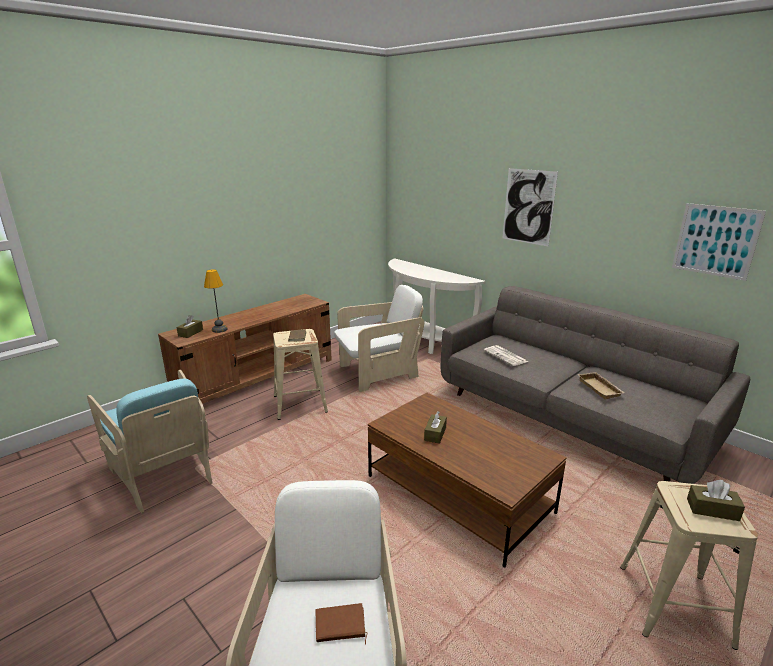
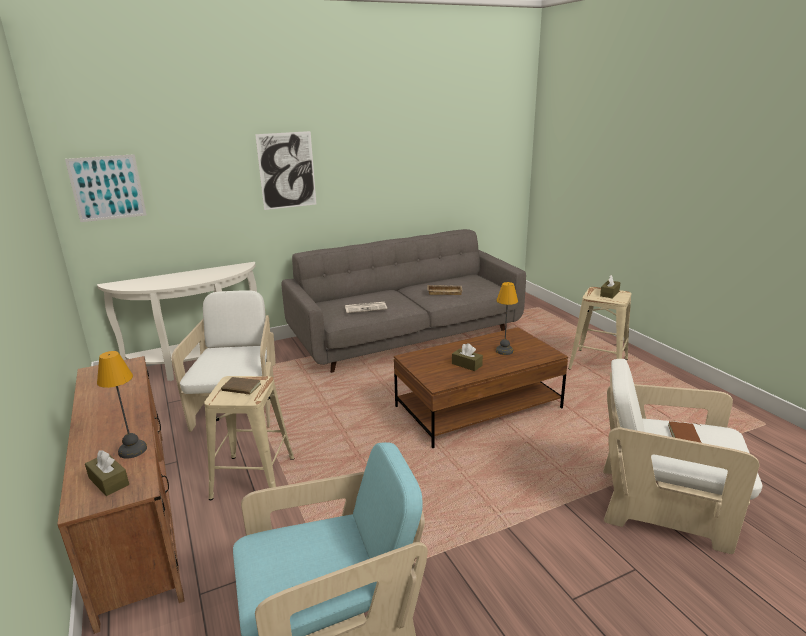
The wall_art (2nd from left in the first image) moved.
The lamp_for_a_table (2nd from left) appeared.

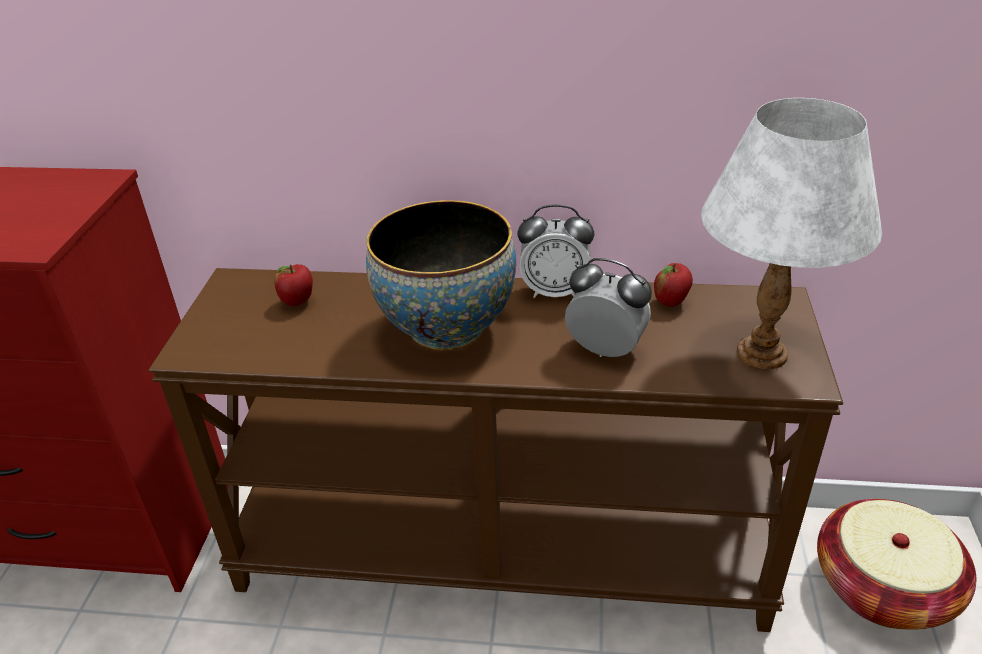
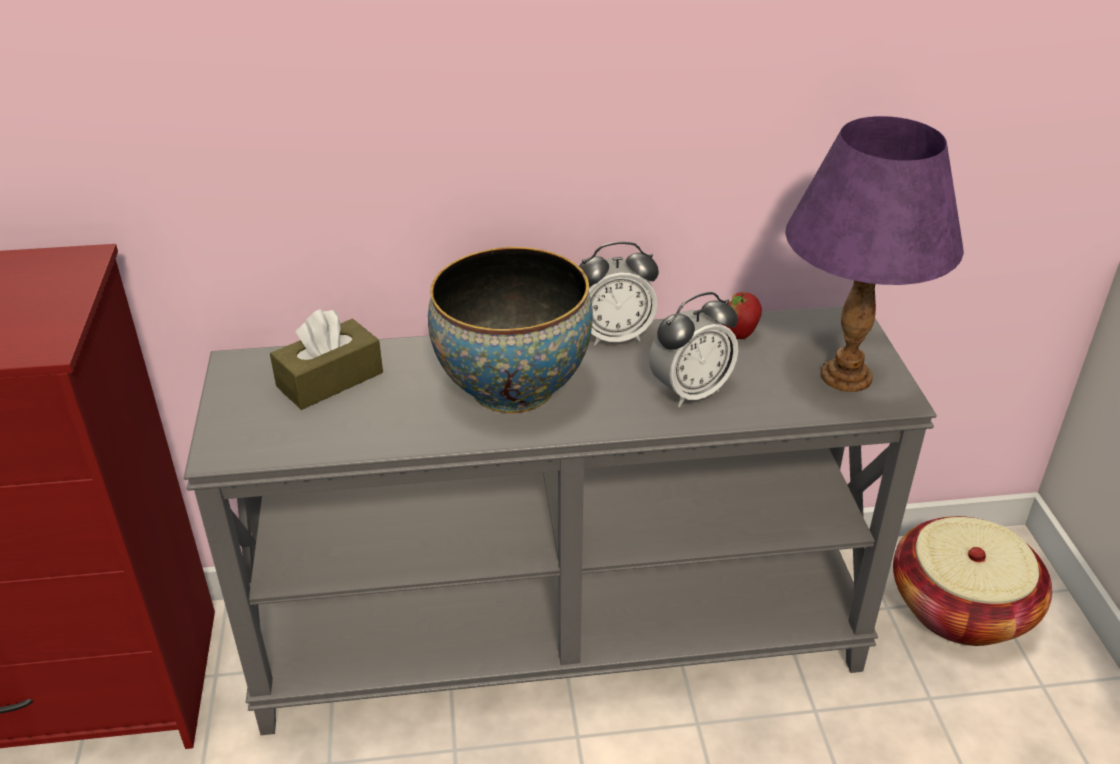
The brownish_console_table became the greyish_console_table.
The whole_apple (1st from left) was replaced by the brownish_box_of_tissues.
The bedside_clock (2nd from left) turned 135 degrees clockwise.
The white-coloured_lamp_for_a_table became the purple-coloured_lamp_for_a_table.

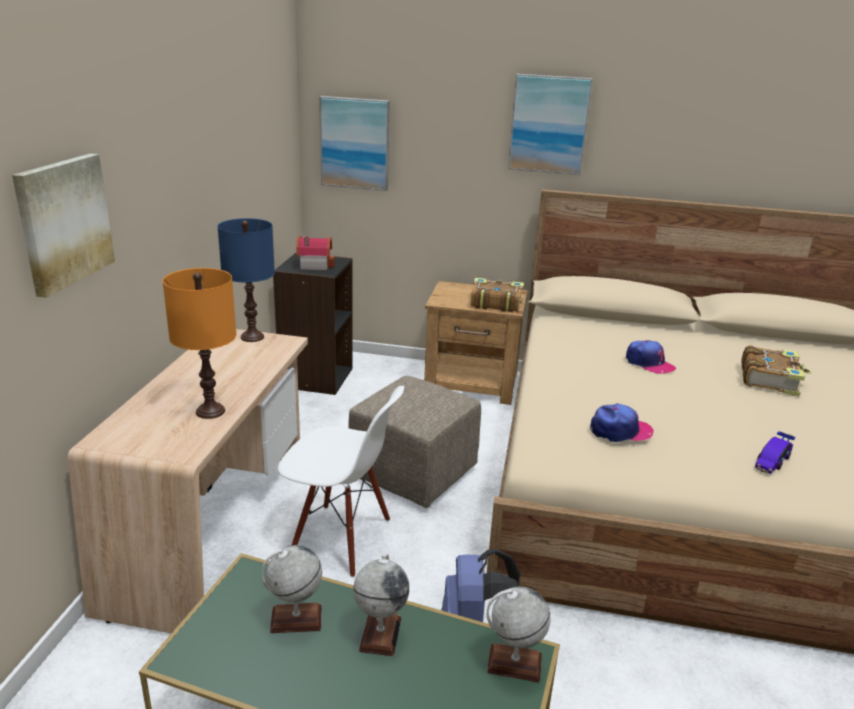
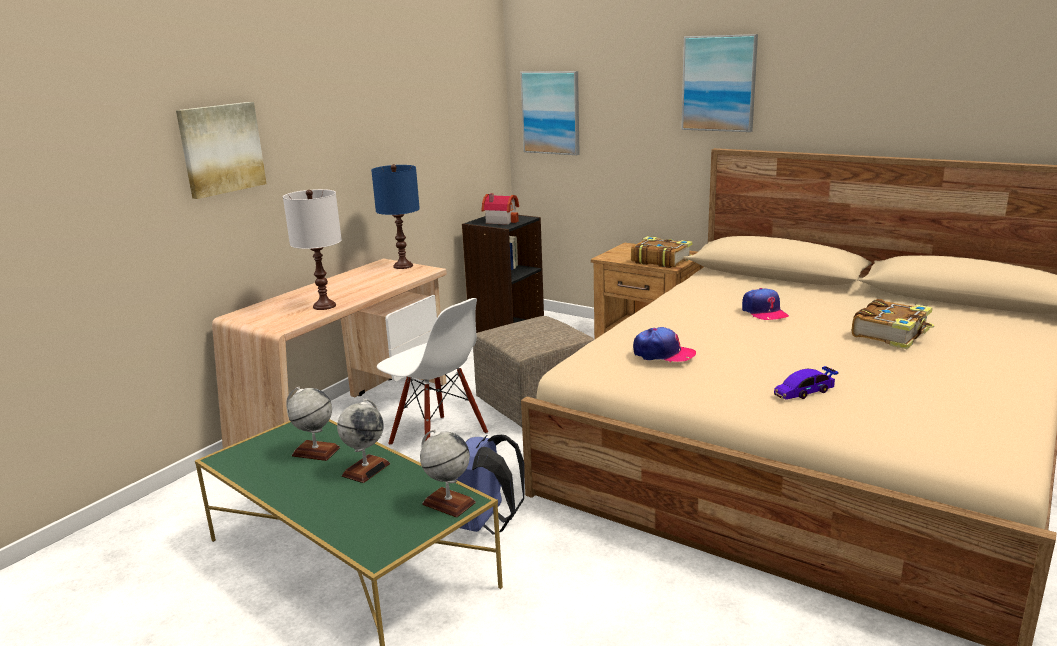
The orange-coloured_lamp_for_a_table became the white-coloured_lamp_for_a_table.

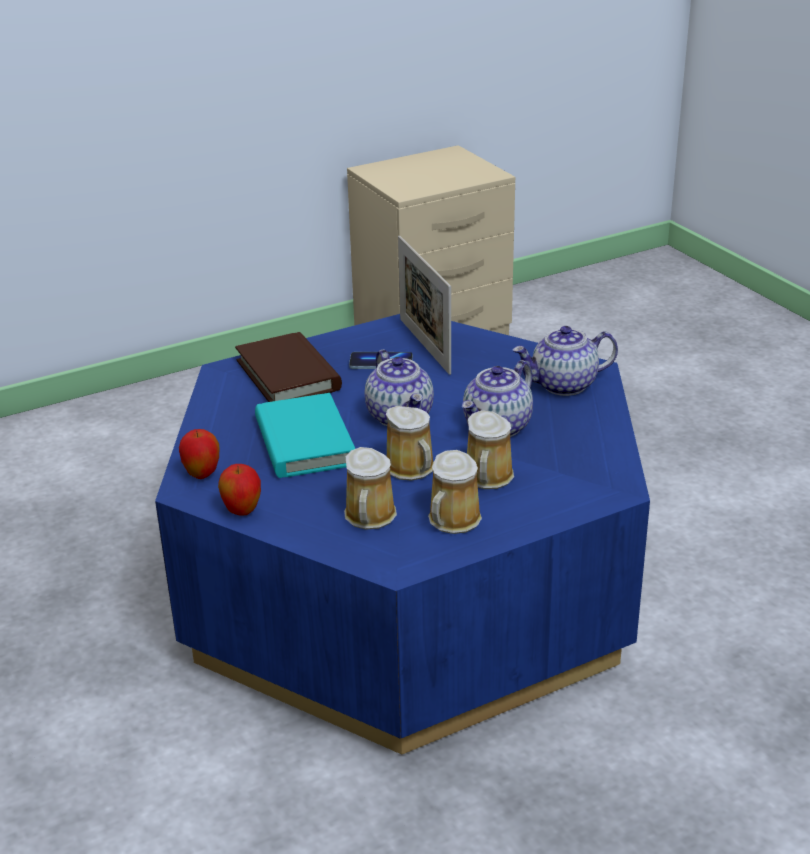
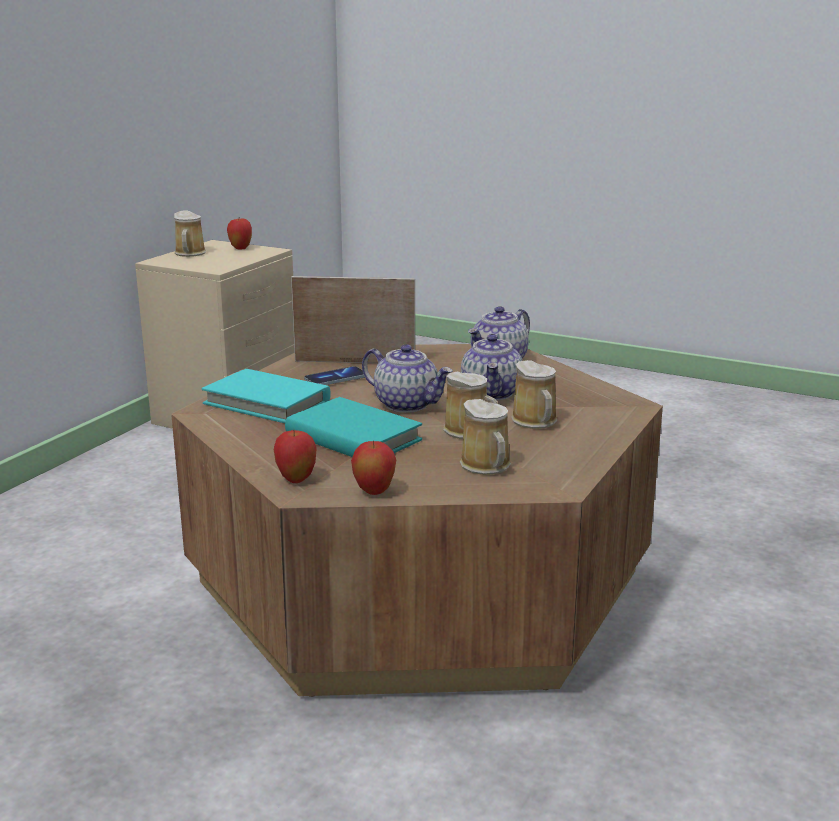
The blue-coloured_lounge_table became the brownish_lounge_table.
The coffee_mug (3rd from left in the first image) moved.
The brownish_bound_book became the turquoise_bound_book (1st from left).
The whole_apple (1st from left) appeared.
The photo_frame turned 150 degrees clockwise.

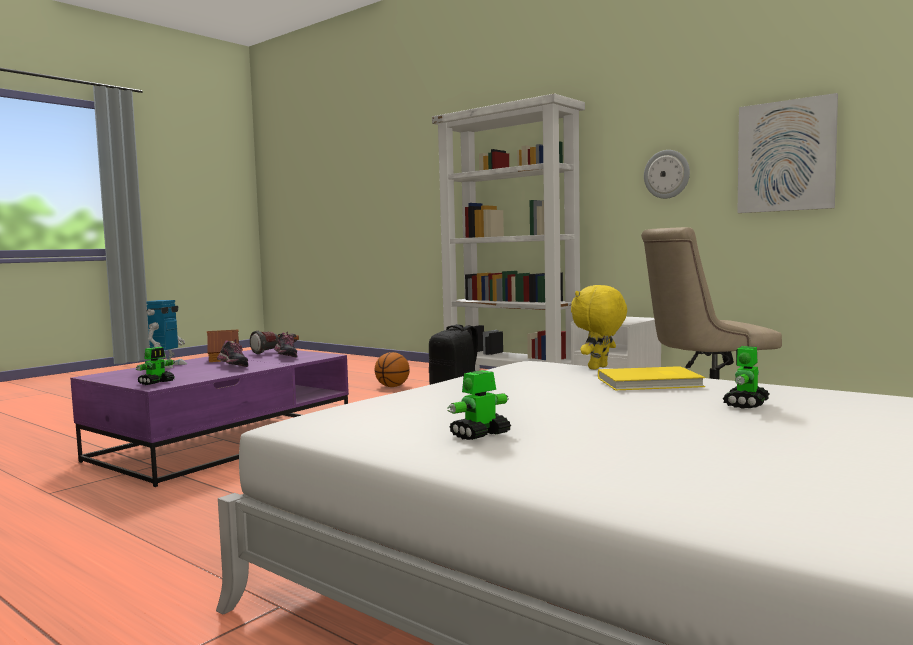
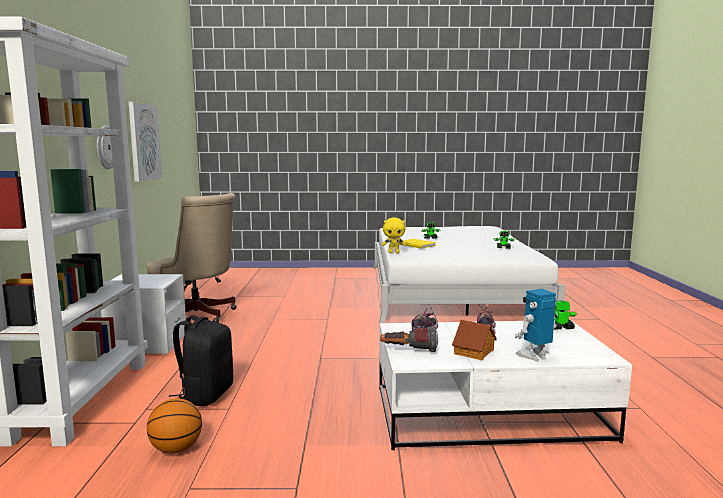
The purple-coloured_lounge_table became the white-coloured_lounge_table.

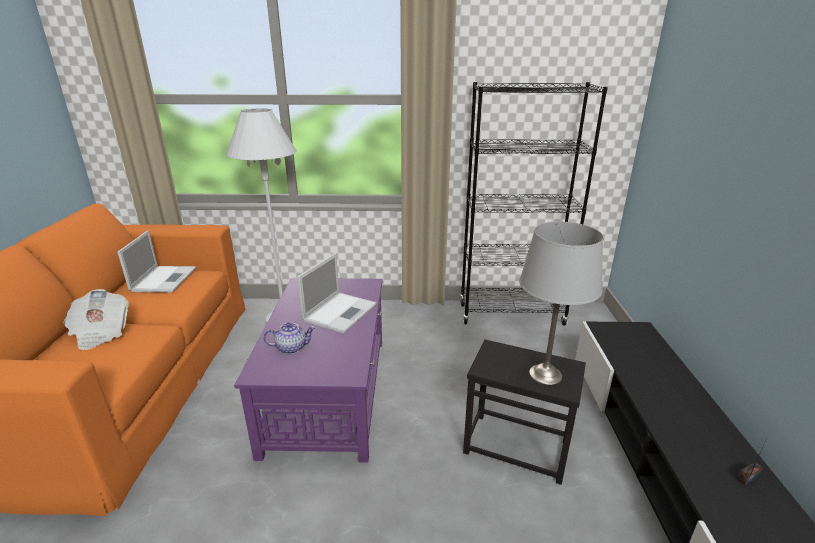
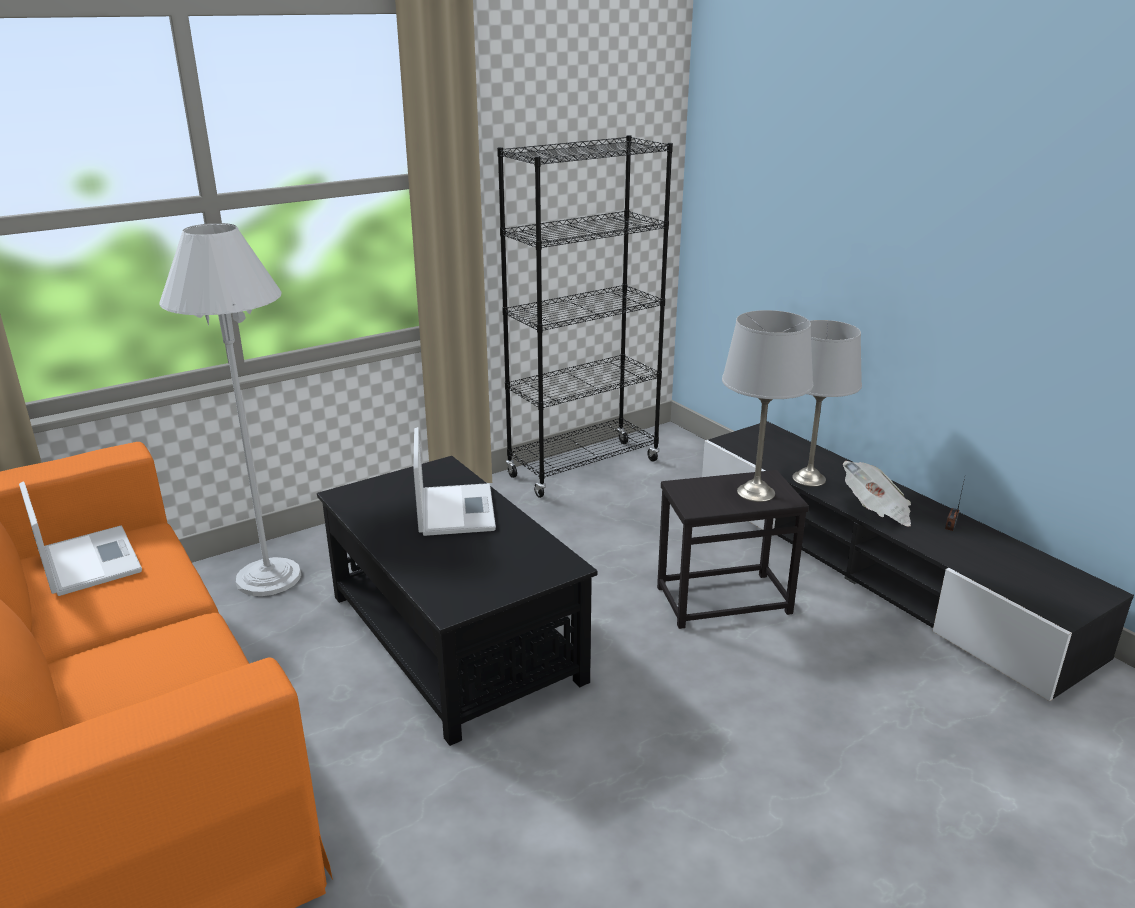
The purple-coloured_lounge_table became the black_lounge_table.
The greyish_lamp_for_a_table (2nd from left) appeared.
The daily_paper moved.
The teapot disappeared.

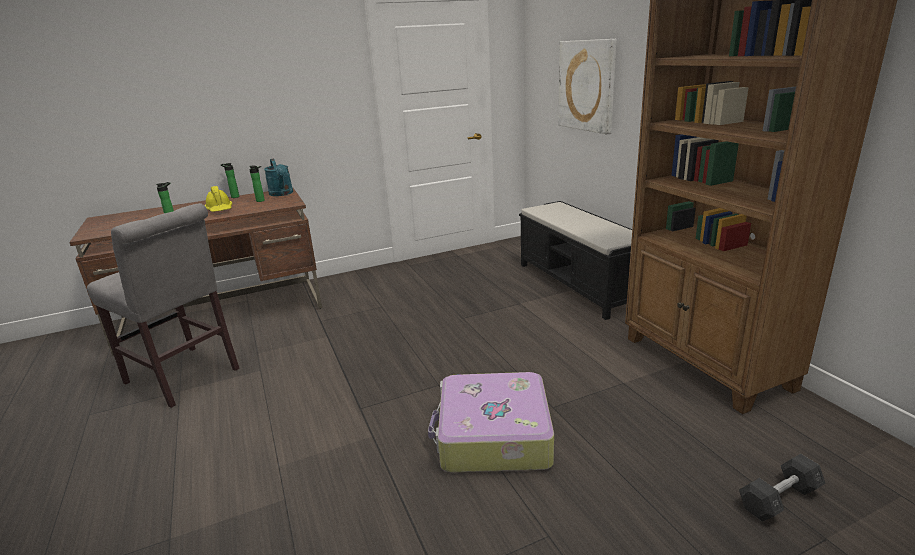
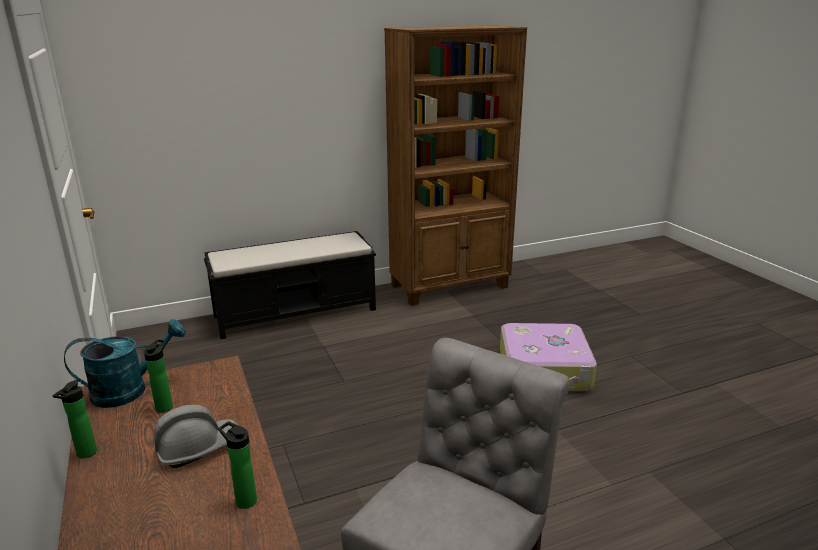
The yellow_hard_hat became the greyish_hard_hat.
The wall_art disappeared.
The greyish_dumbbell disappeared.

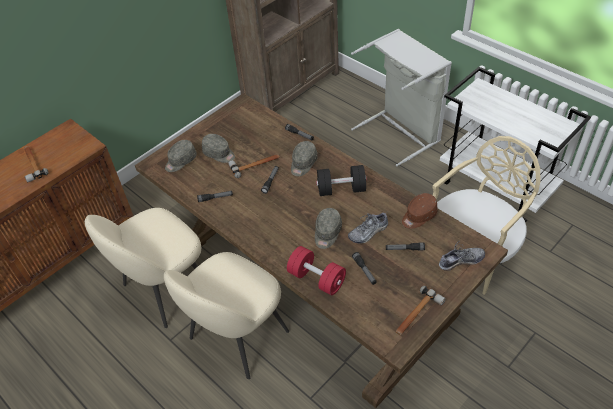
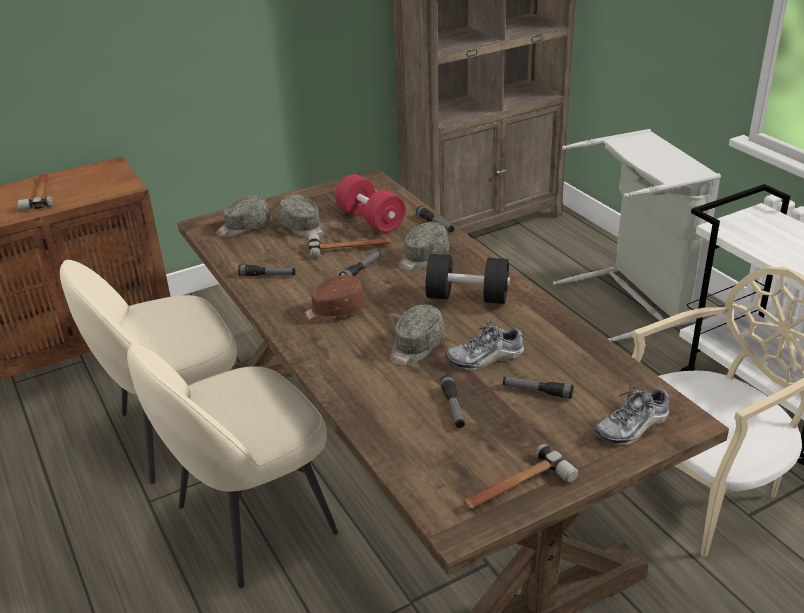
The brownish_peaked_cap moved.
The red-coloured_dumbbell moved.
The item_of_footwear (2nd from left) turned 150 degrees clockwise.

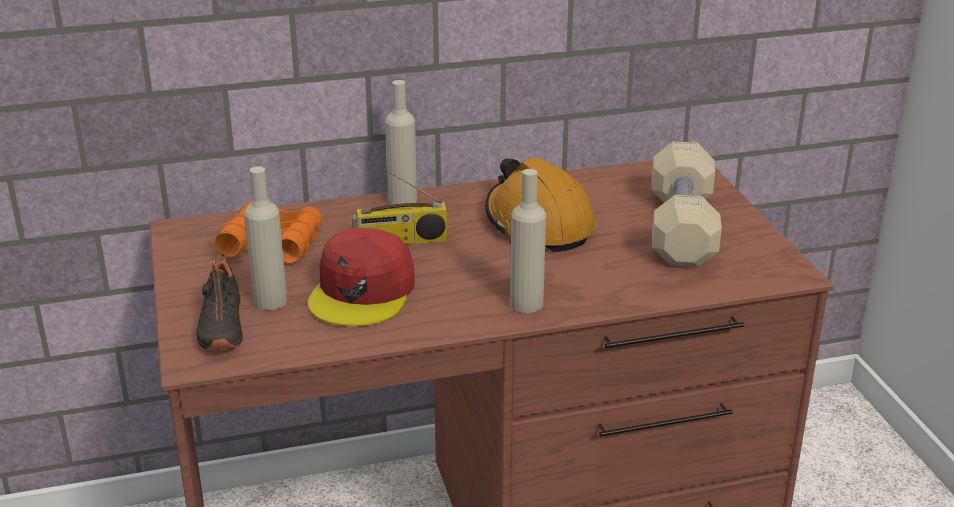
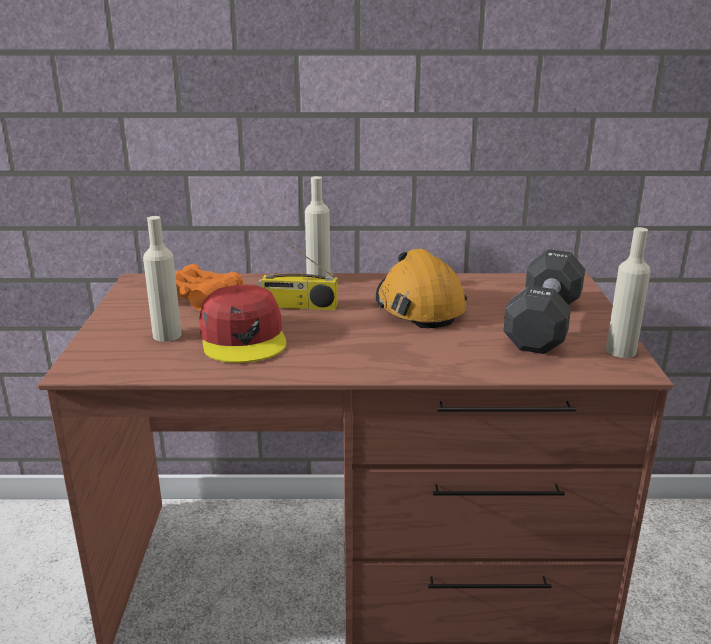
The red-coloured_peaked_cap turned 45 degrees counterclockwise.
The beige-coloured_dumbbell became the black_dumbbell.
The beige-coloured_bottle (3rd from left) moved.
The black_item_of_footwear disappeared.

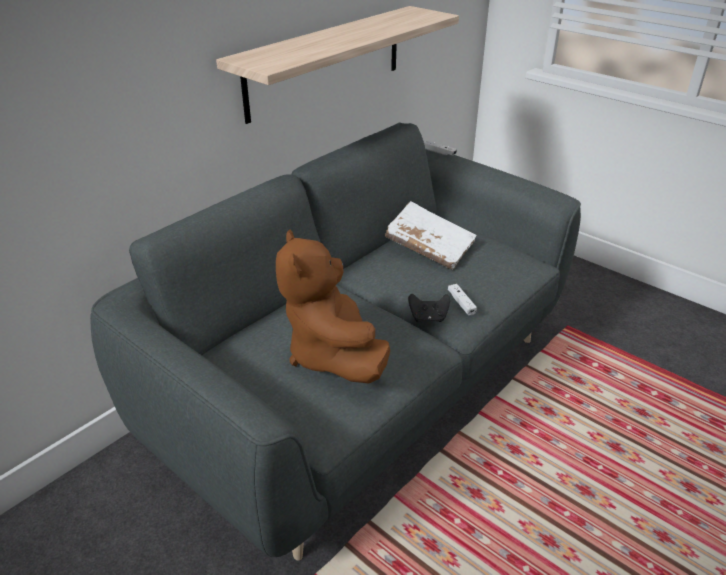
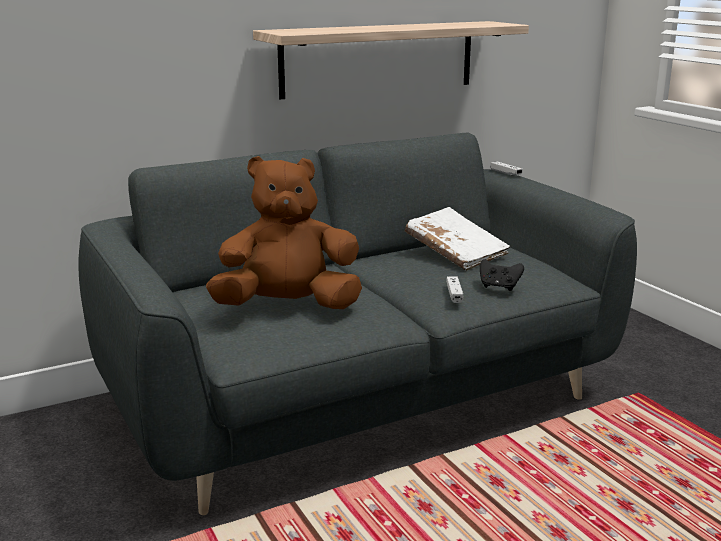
The brownish_soft_toy turned 75 degrees clockwise.
The black_game_controller moved.

